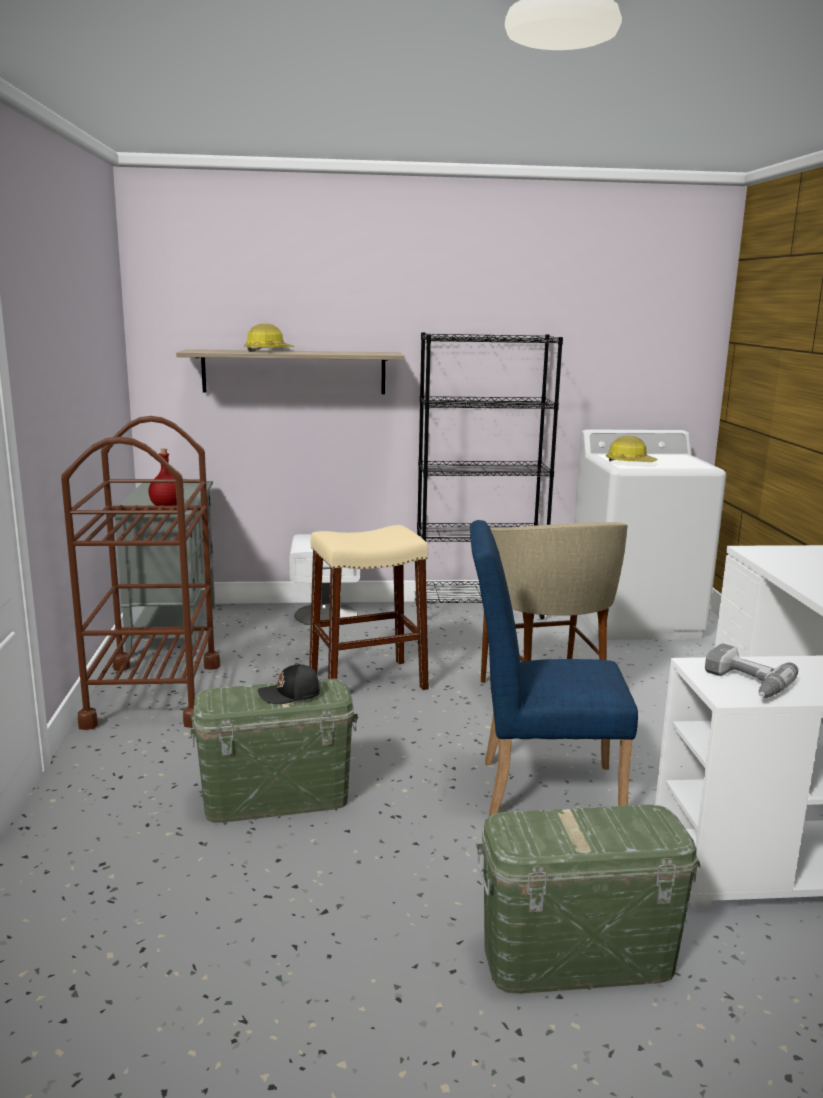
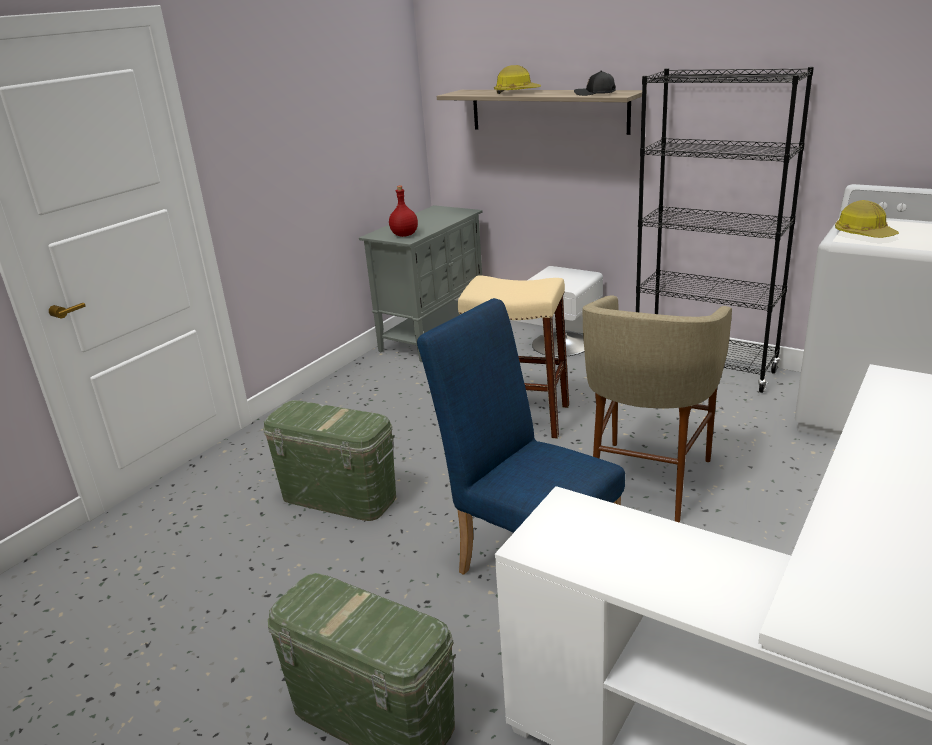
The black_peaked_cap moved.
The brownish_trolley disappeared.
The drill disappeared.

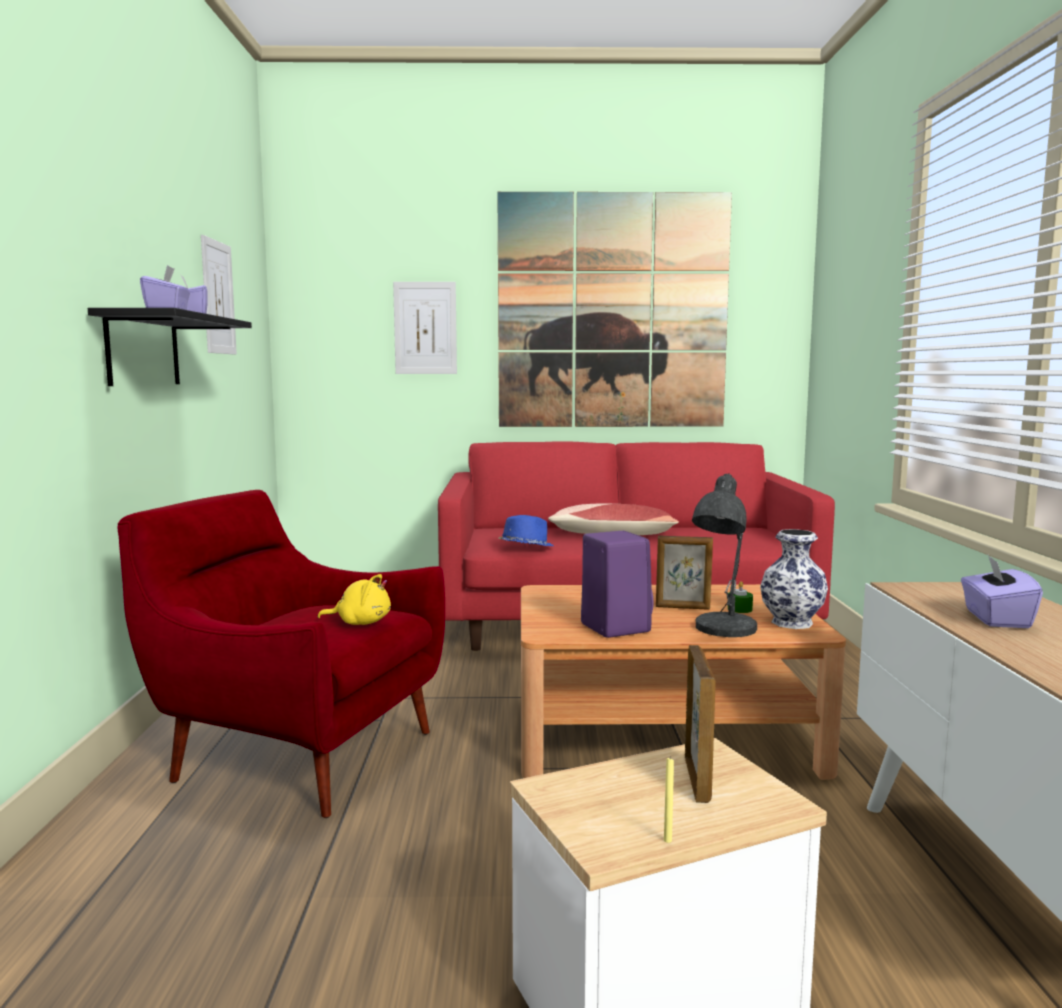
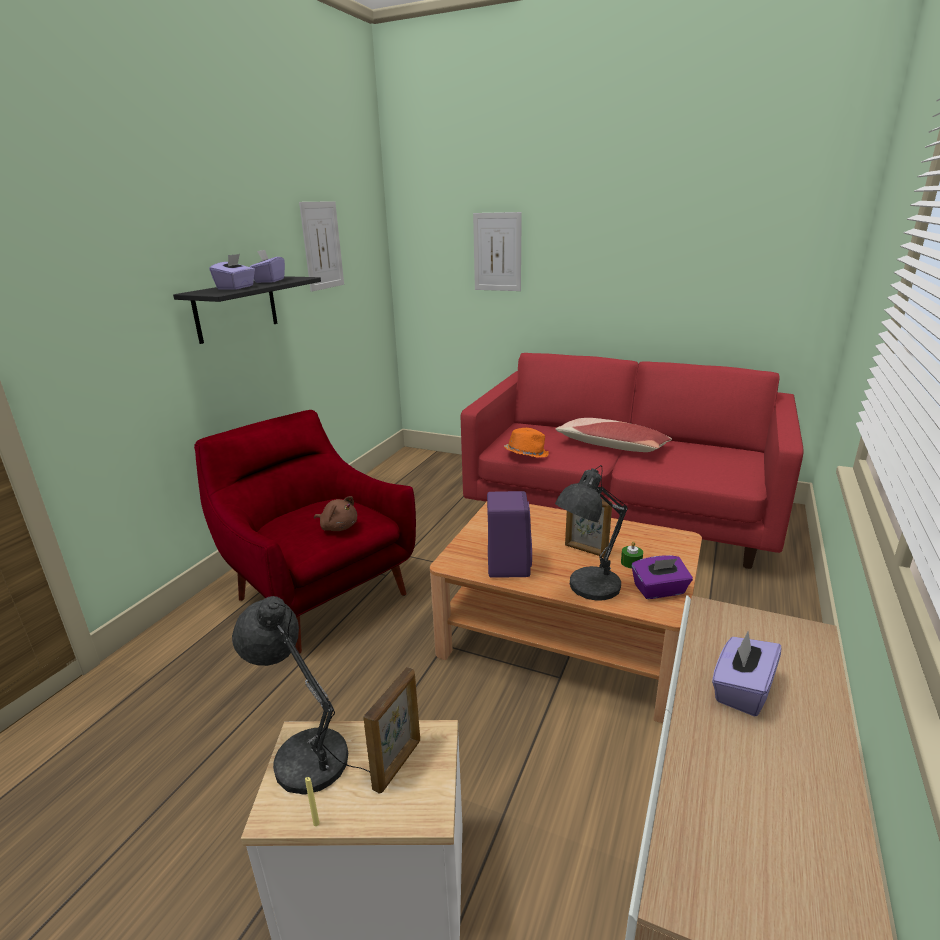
The greyish_lamp_for_a_table (1st from left) appeared.
The yellow_soft_toy became the brownish_soft_toy.
The blue-coloured_clothing_hat became the orange-coloured_clothing_hat.
The flower_vase was replaced by the purple-coloured_box_of_tissues (3rd from left).
The wall_art (3rd from left) disappeared.

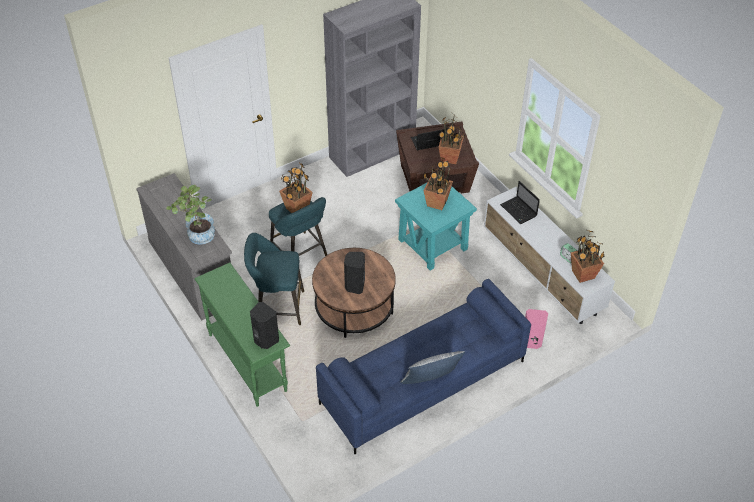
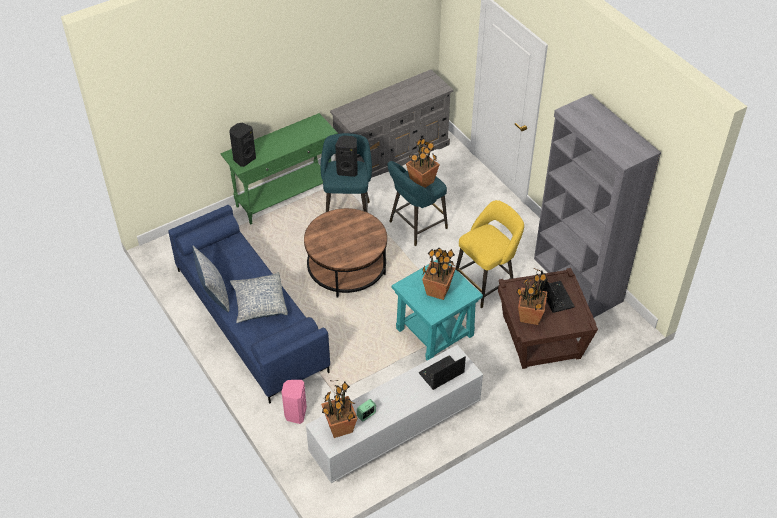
The cushion (2nd from left) appeared.
The black_loudspeaker (2nd from left) moved.
The yellow_stool_seat appeared.
The houseplant (1st from left) disappeared.

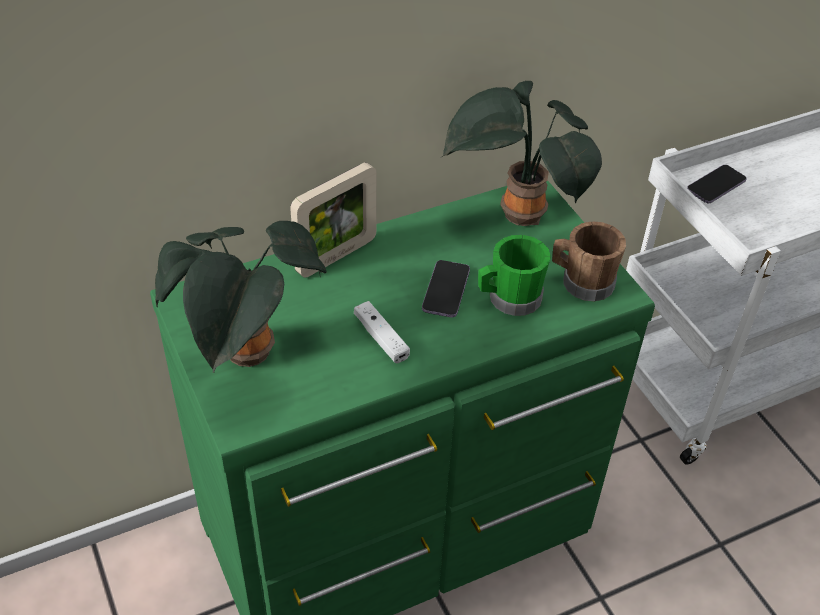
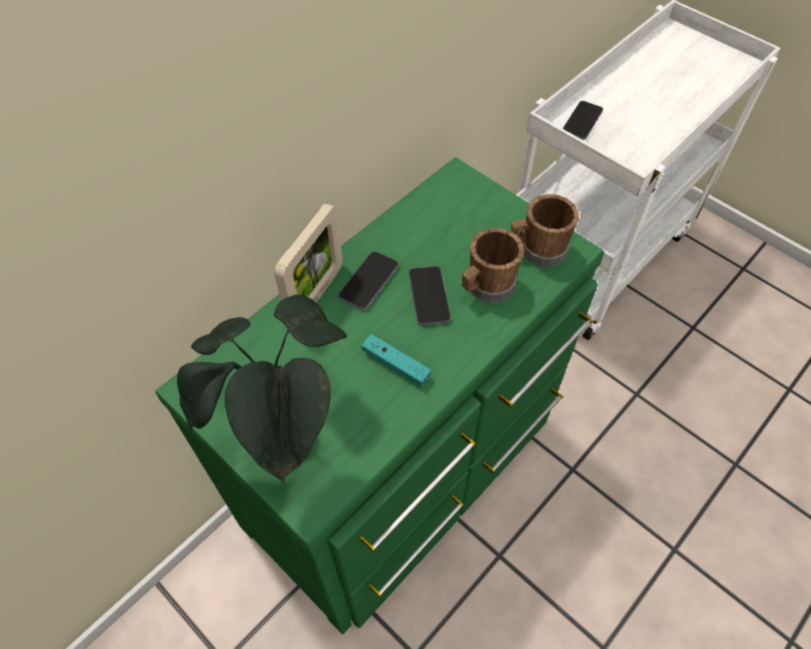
The telephone (1st from left) appeared.
The white-coloured_game_controller became the turquoise_game_controller.
The green-coloured_coffee_mug became the brownish_coffee_mug (1st from left).
The houseplant (2nd from left) disappeared.

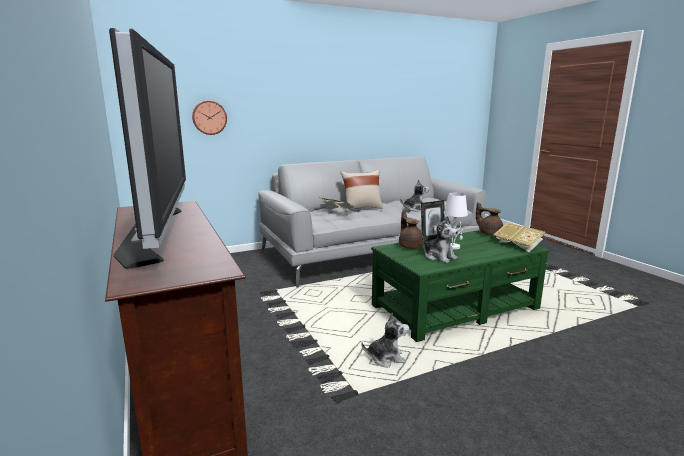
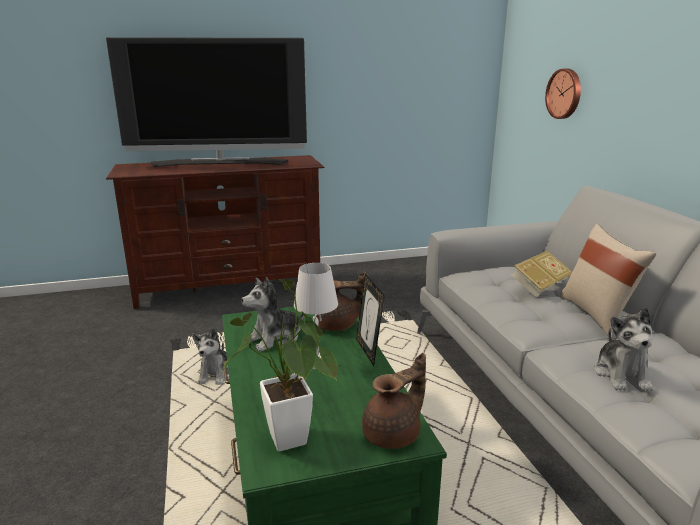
The bound_book (2nd from left) was replaced by the houseplant.

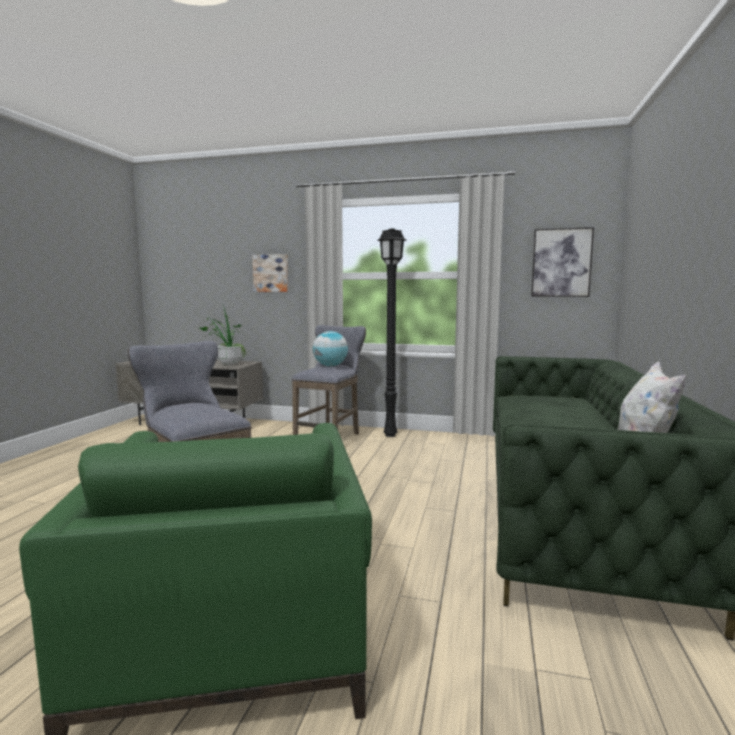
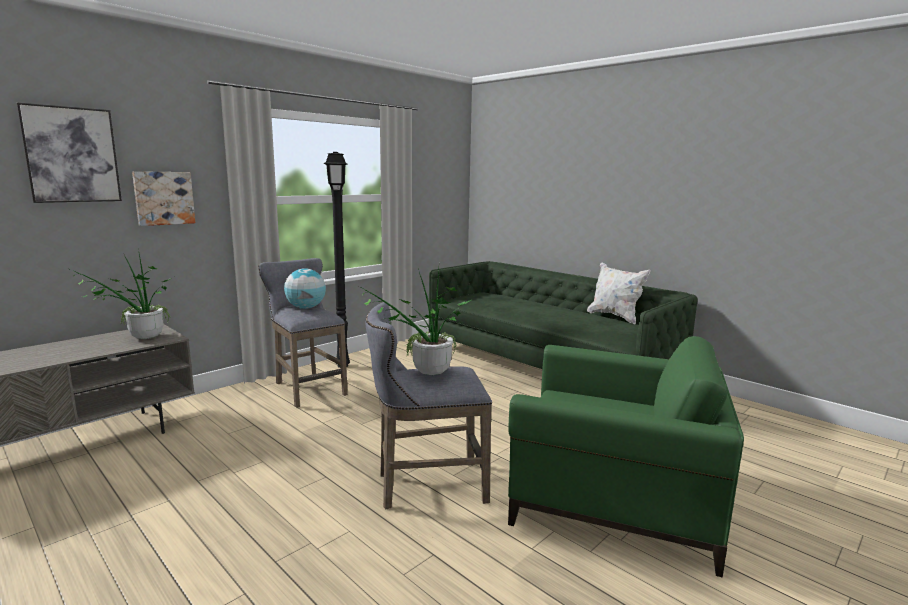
The wall_art (2nd from left in the first image) moved.
The houseplant (2nd from left) appeared.

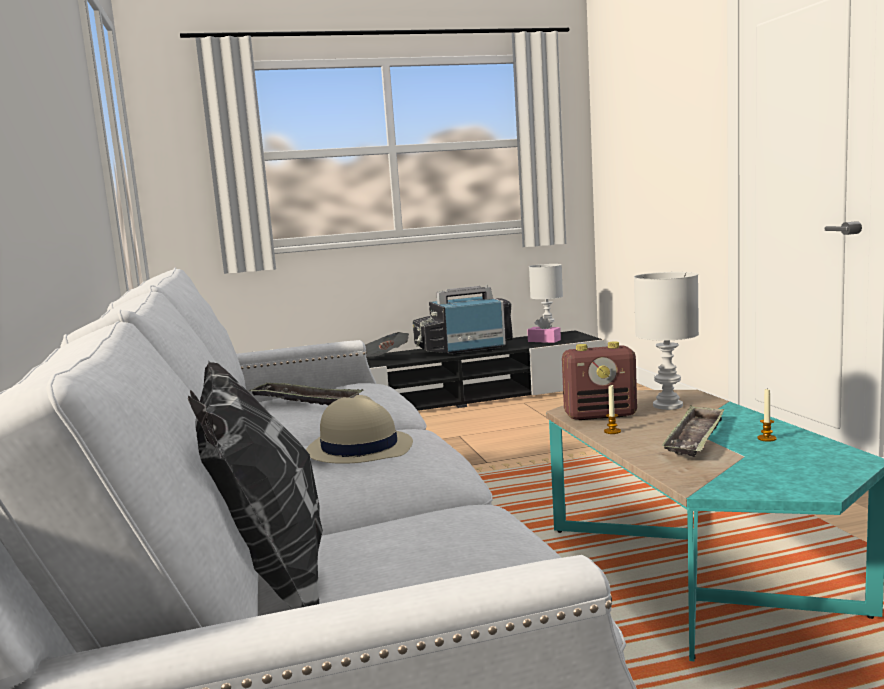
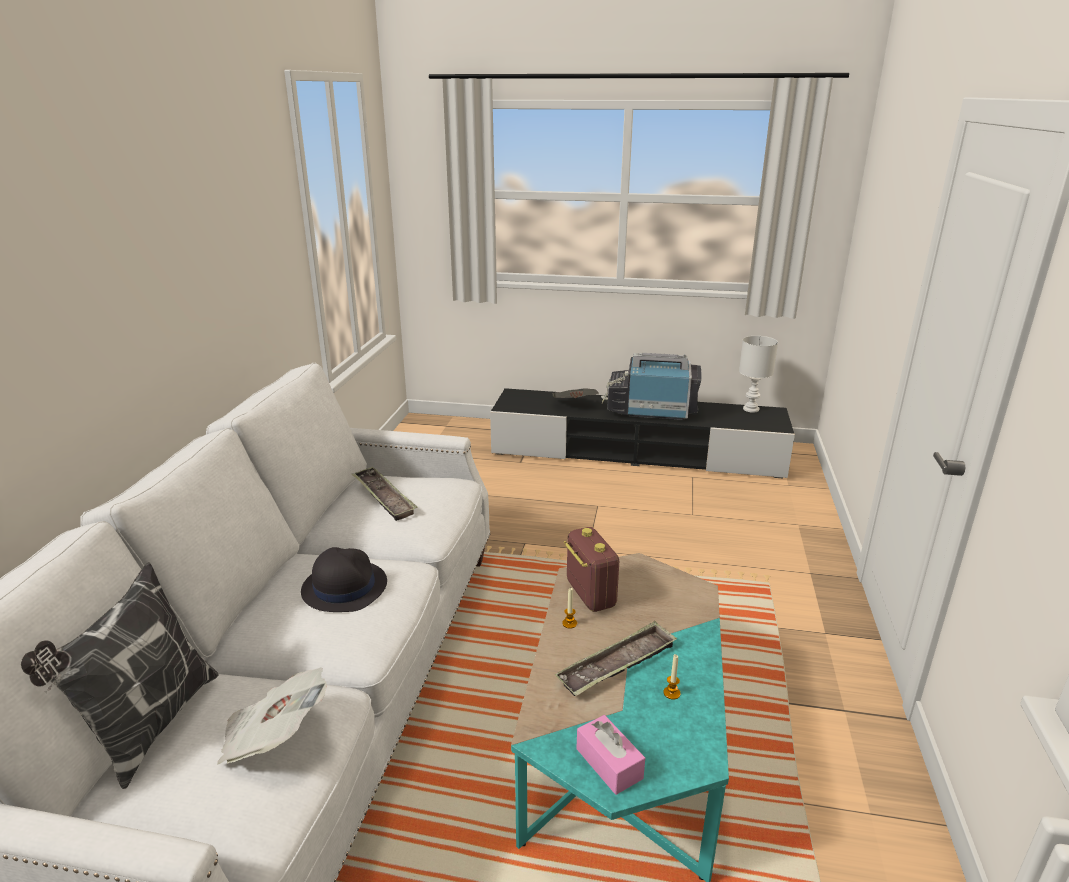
The daily_paper (1st from left) appeared.
The beige-coloured_clothing_hat became the black_clothing_hat.
The radio_set turned 135 degrees counterclockwise.
The pink-coloured_box_of_tissues moved.
The white-coloured_lamp_for_a_table (2nd from left) disappeared.

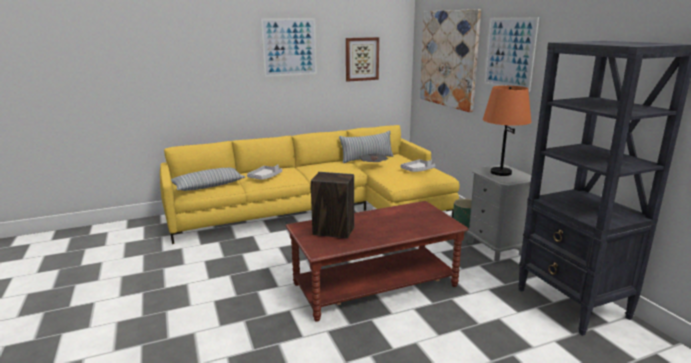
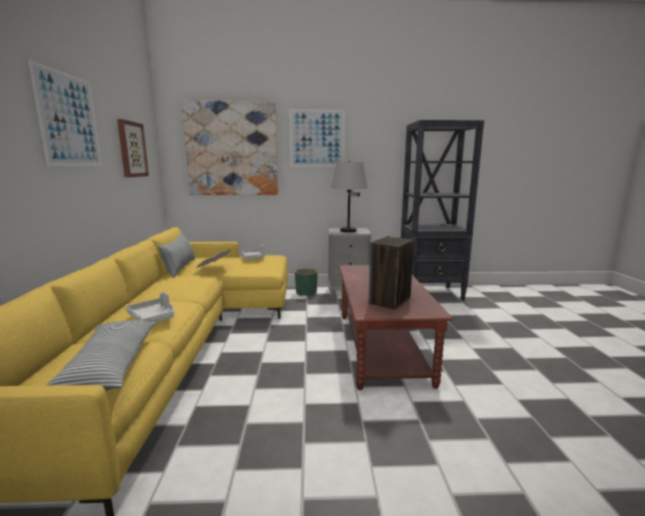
The orange-coloured_lamp_for_a_table became the greyish_lamp_for_a_table.

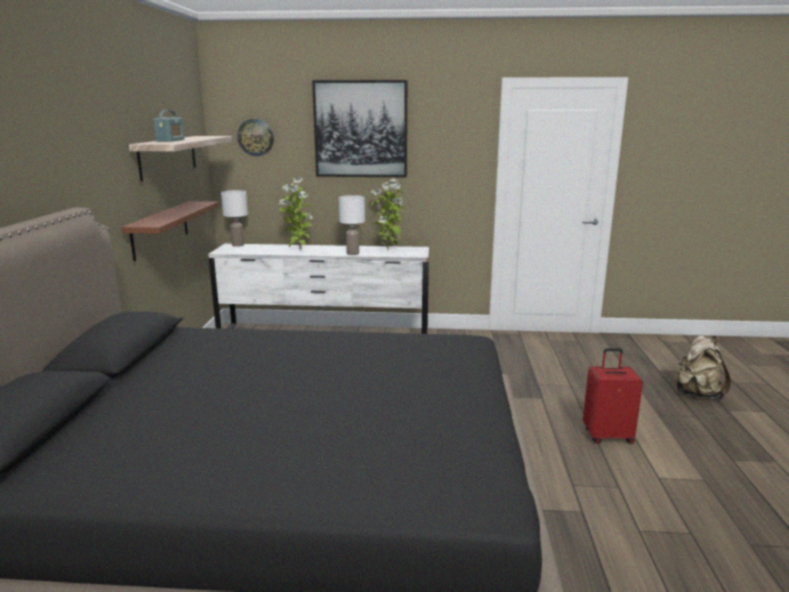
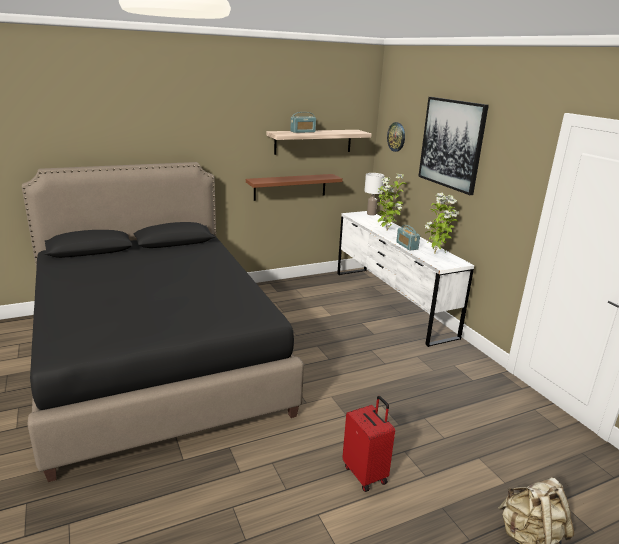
The white-coloured_lamp_for_a_table (2nd from left) was replaced by the radio_set (2nd from left).

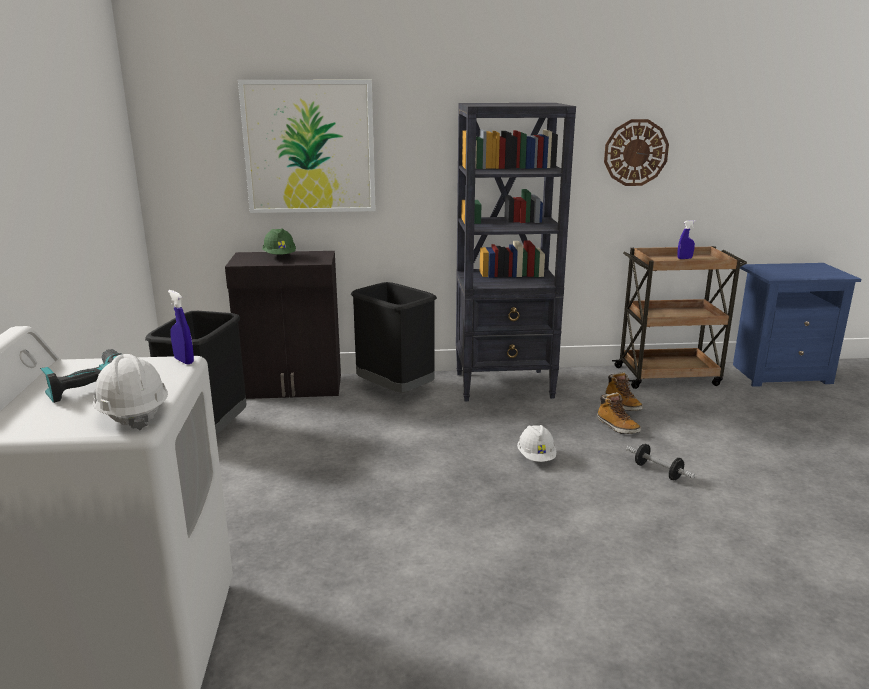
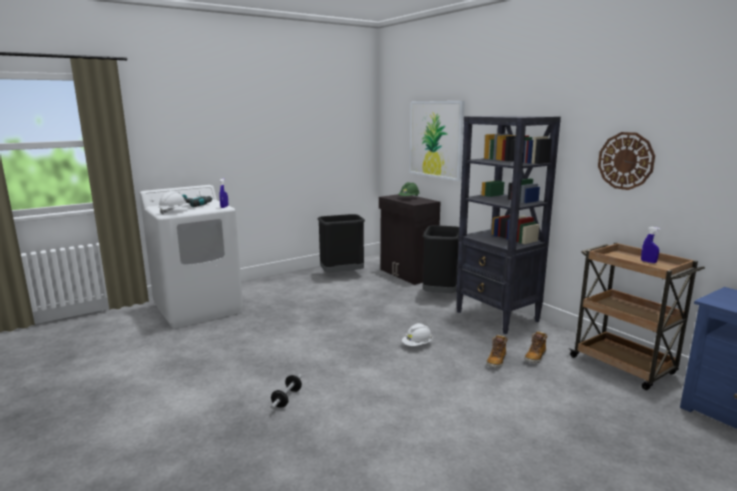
The dumbbell moved.

